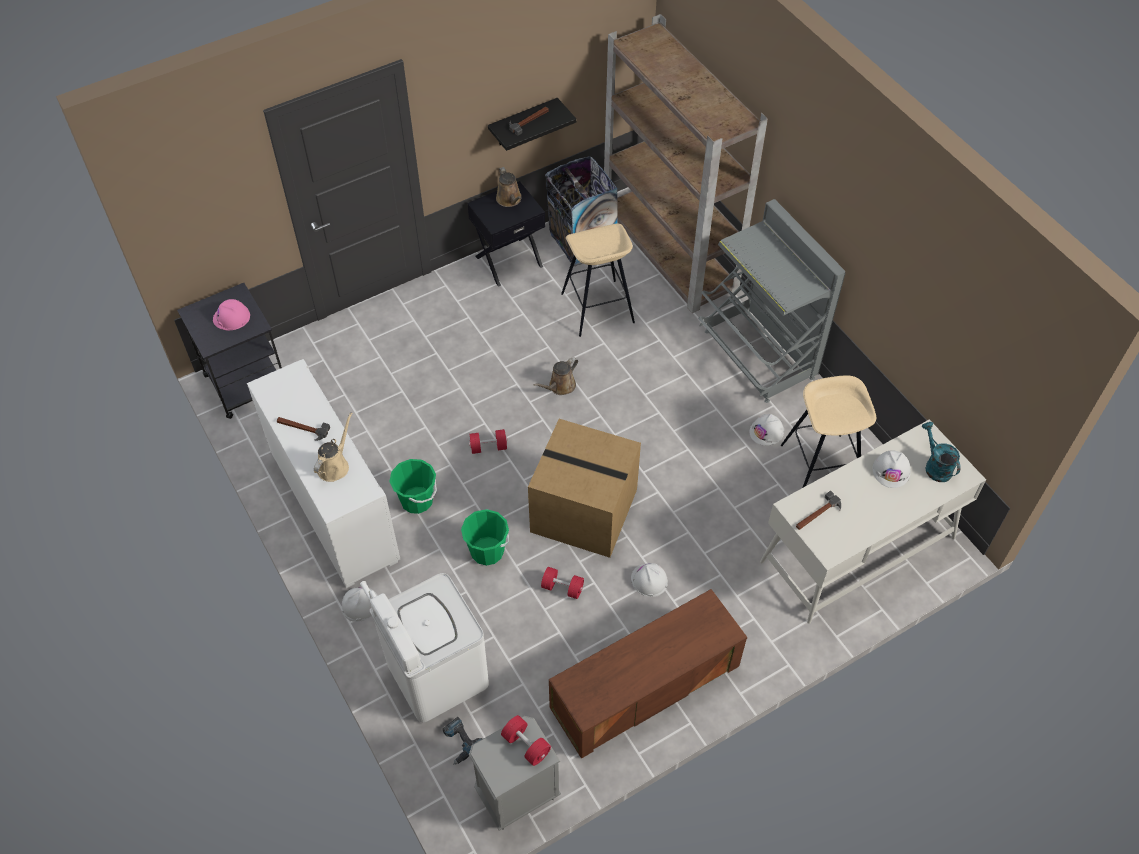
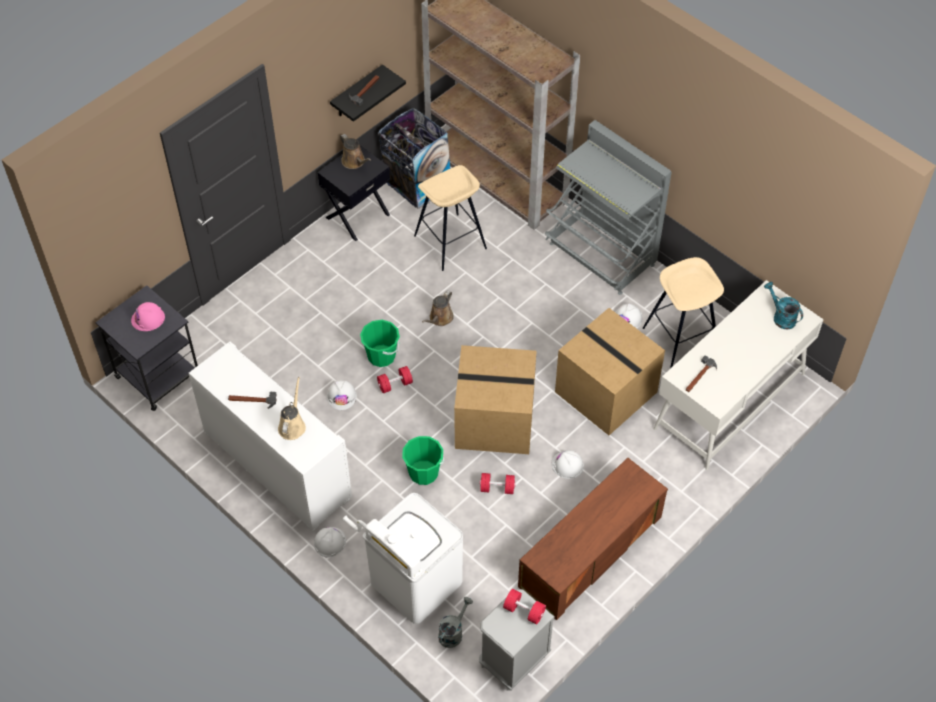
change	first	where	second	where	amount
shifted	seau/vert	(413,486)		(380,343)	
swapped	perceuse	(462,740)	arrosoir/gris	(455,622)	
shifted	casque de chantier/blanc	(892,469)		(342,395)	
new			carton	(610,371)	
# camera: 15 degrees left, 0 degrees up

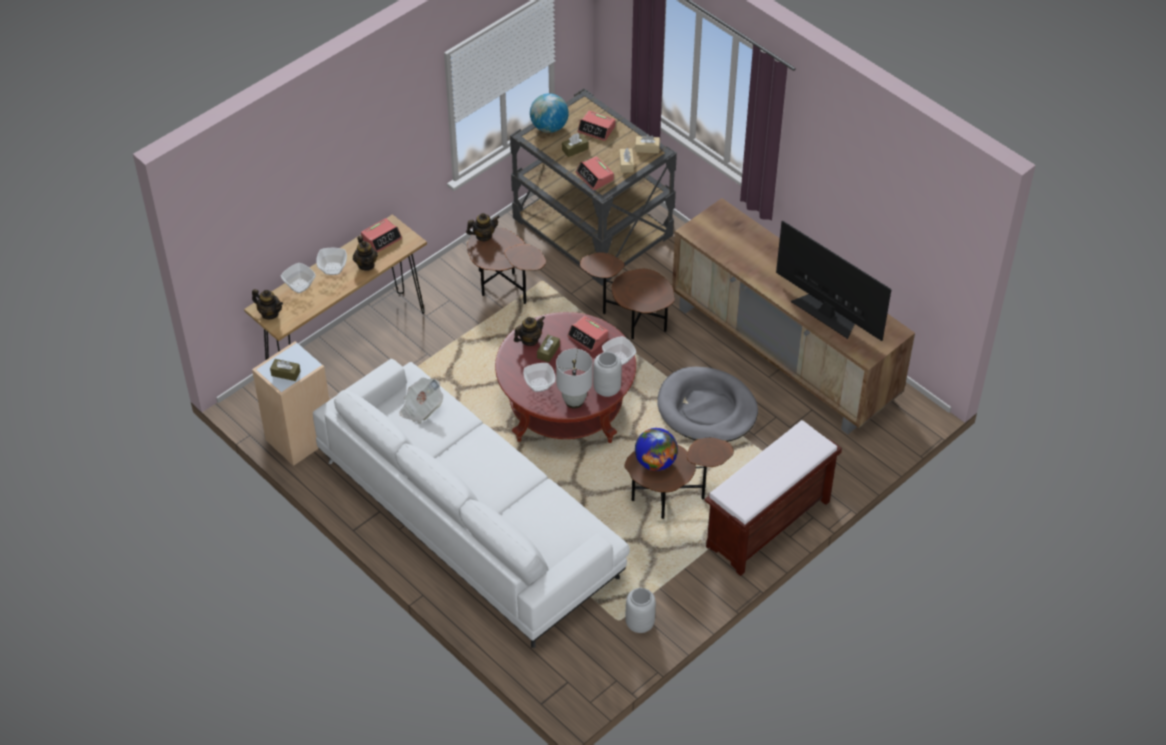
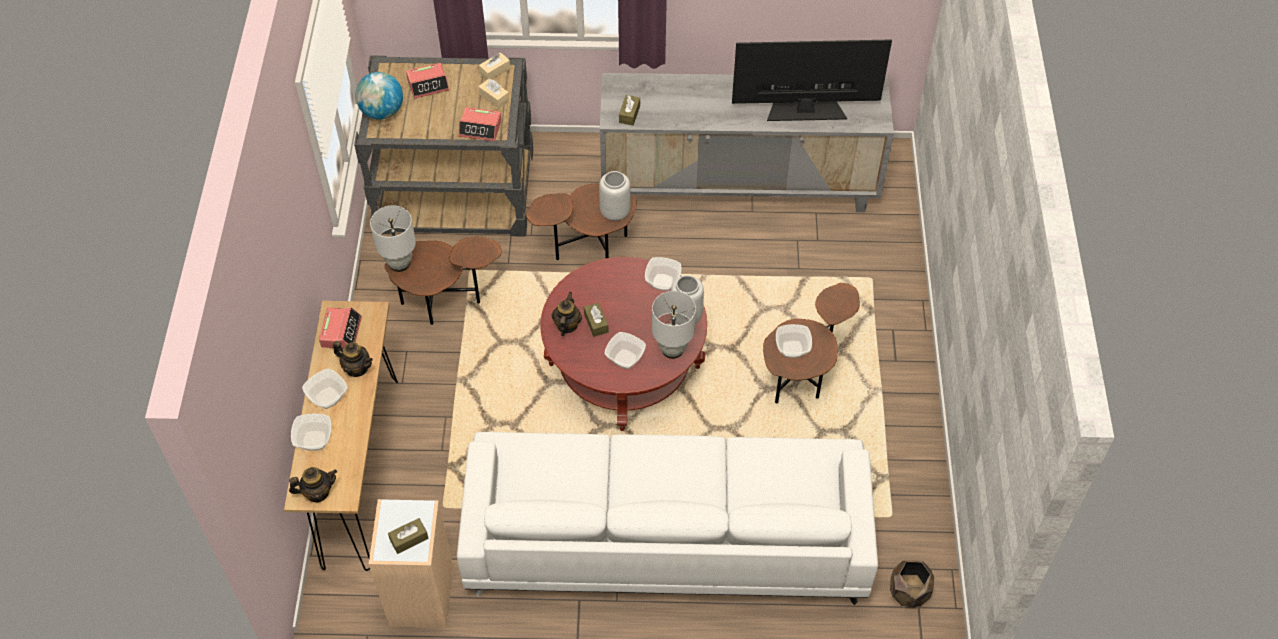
change	first	where	second	where	amount
gone	journal	(421,400)			
swapped	théière	(483,227)	lampe de table/blanc	(393,238)	
shifted	boîte à mouchoirs/marron	(575,145)		(629,110)	
gone	réveil	(588,334)			
shifted	vase/gris	(641,610)		(615,196)	
swapped	globe	(656,449)	bol	(794,341)	
gone	panier pour chien/gris	(707,404)			
repainted	meuble télé/marron	(793,316)	meuble télé/gris	(747,142)	
gone	banc/marron	(773,498)			
new			cache-pot/marron	(912,583)	
# camera: 45 degrees left, 5 degrees up

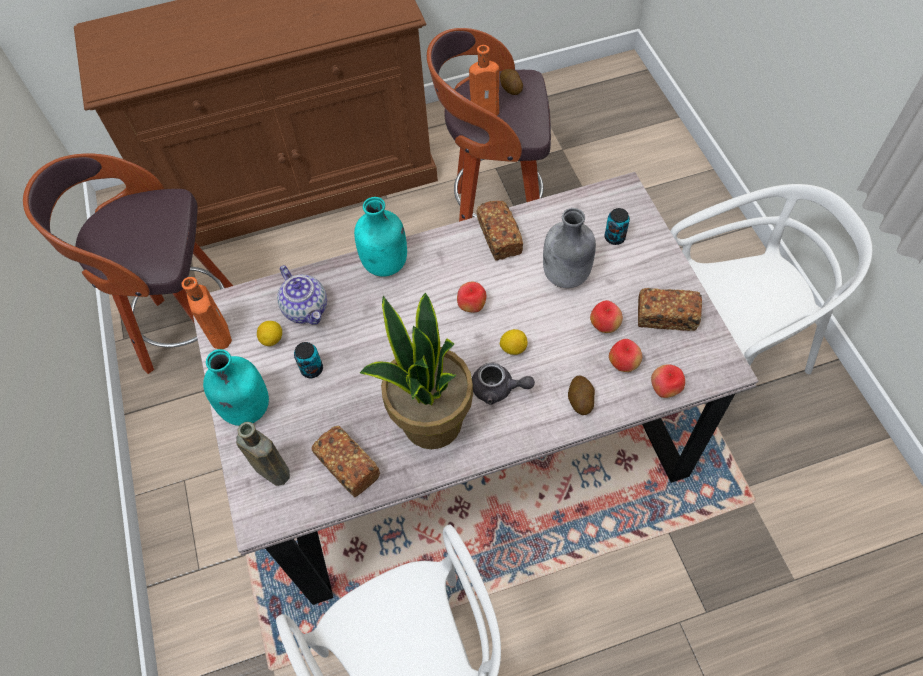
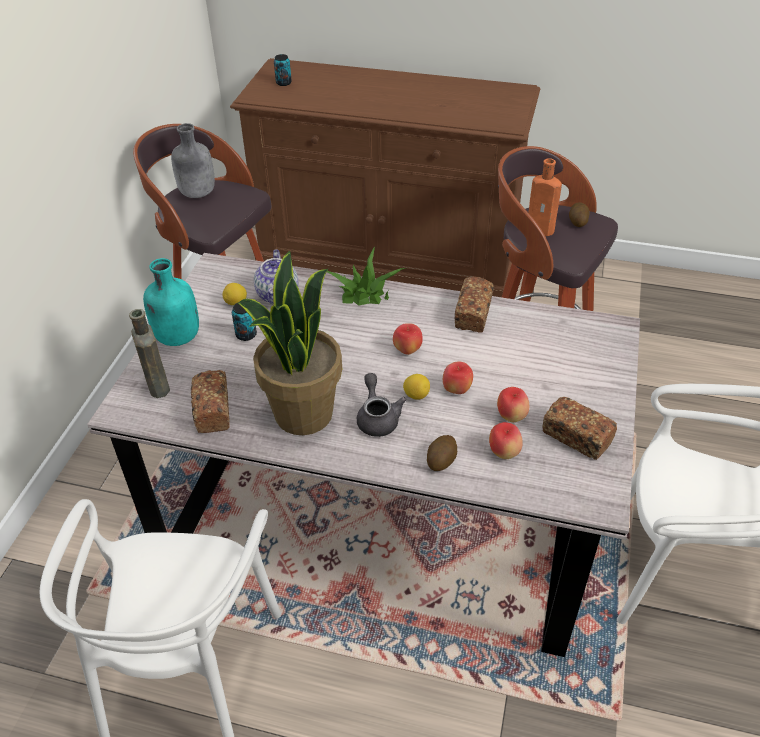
change	first	where	second	where	amount
gone	bouteille/orange	(207,313)			
swapped	bouteille/turquoise	(380,237)	plante en pot	(366,276)	
rotated	théière/gris	(503,383)		(382,405)	150 degrees counterclockwise
shifted	bouteille/gris	(569,248)		(193,160)	
shifted	boîte métallique	(617,226)		(283,70)	
shifted	pomme	(668,381)		(458,378)	
# camera: 30 degrees right, 15 degrees down

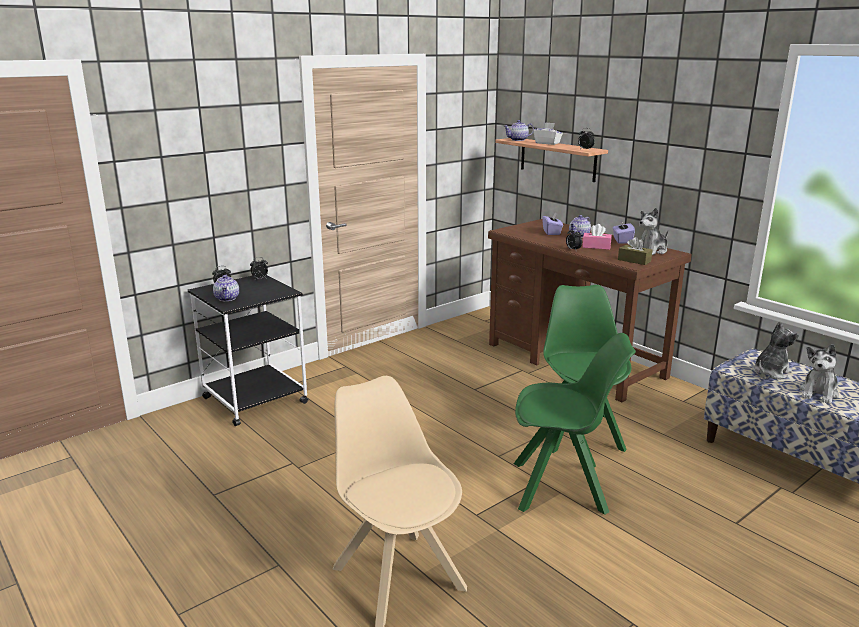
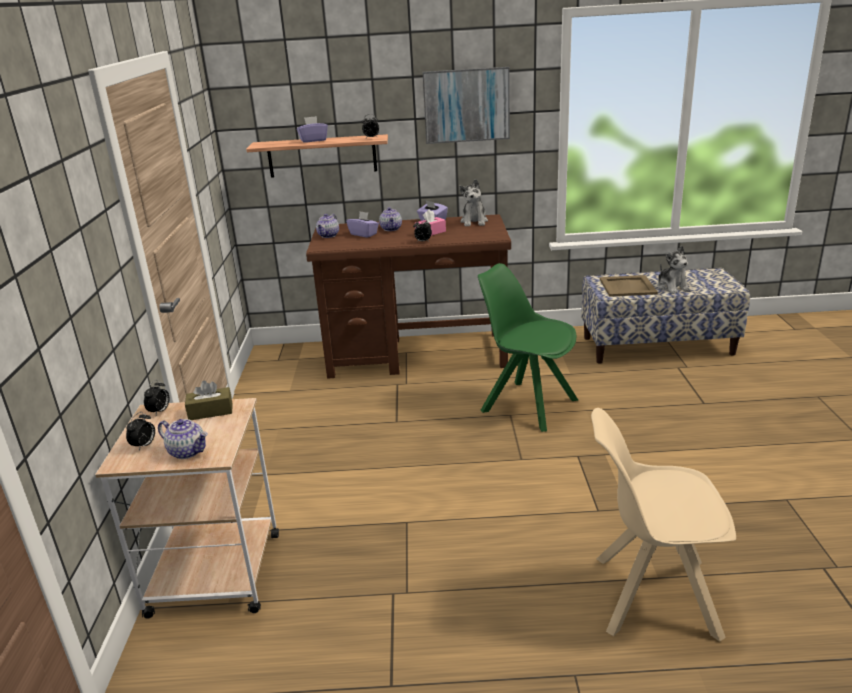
change	first	where	second	where	amount
repainted	chariot/noir	(248,350)	chariot/beige	(187,508)	
shifted	théière	(519,130)		(327,226)	
gone	chaise/vert	(575,424)			
repainted	boîte à mouchoirs/blanc	(548,133)	boîte à mouchoirs/violet	(312,129)	
shifted	boîte à mouchoirs/marron	(635,251)		(208,400)	
swapped	peluche	(776,350)	plateau/beige	(629,286)	
new			tableau	(466,105)	
# camera: 50 degrees left, 5 degrees up

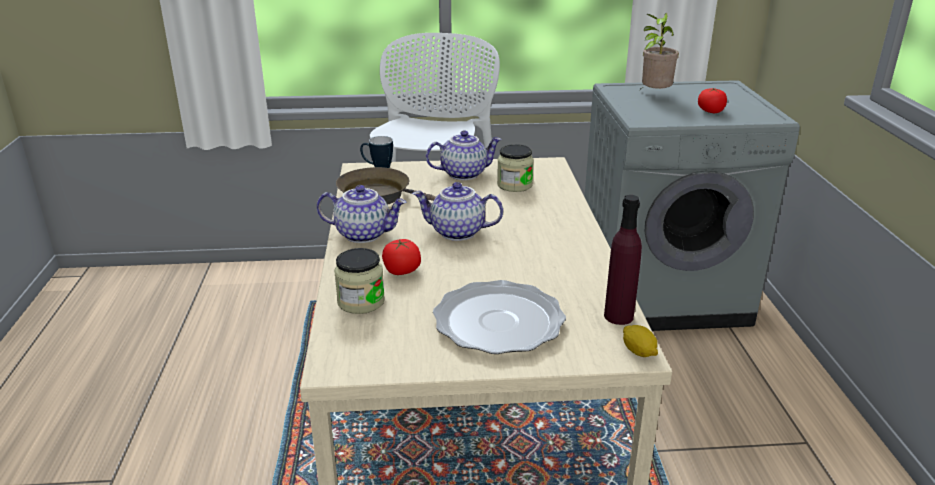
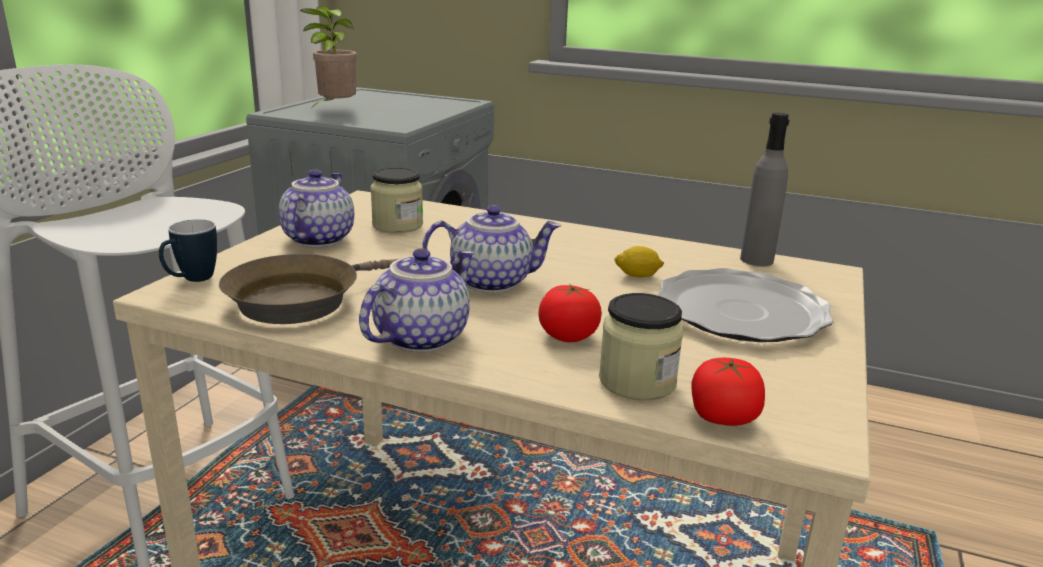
change	first	where	second	where	amount
rotated	théière	(457,211)		(492,249)	135 degrees counterclockwise
repainted	bouteille/violet	(623,260)	bouteille/gris	(764,189)	
shifted	citron	(640,341)		(639,261)	
shifted	tomate	(712,100)		(728,392)	
# camera: 65 degrees left, 5 degrees down

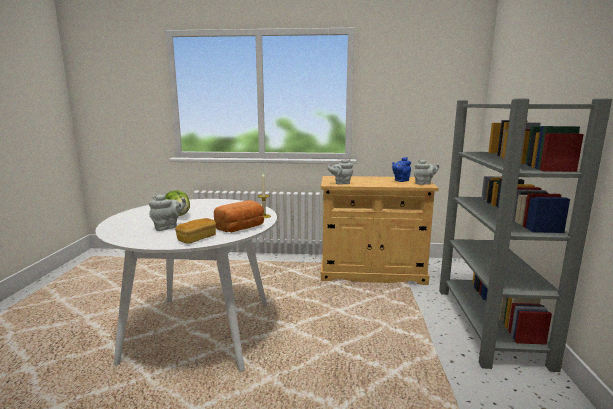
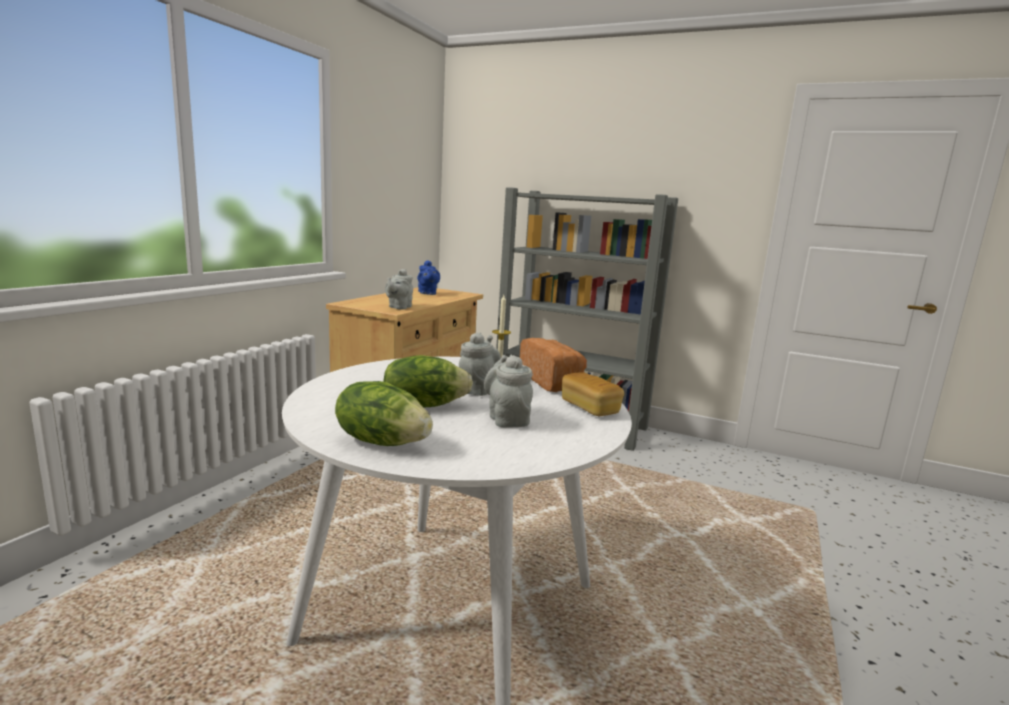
change	first	where	second	where	amount
shifted	théière/gris	(426,172)		(480,364)	
new			laitue	(384,413)	
# camera: 70 degrees left, 0 degrees up

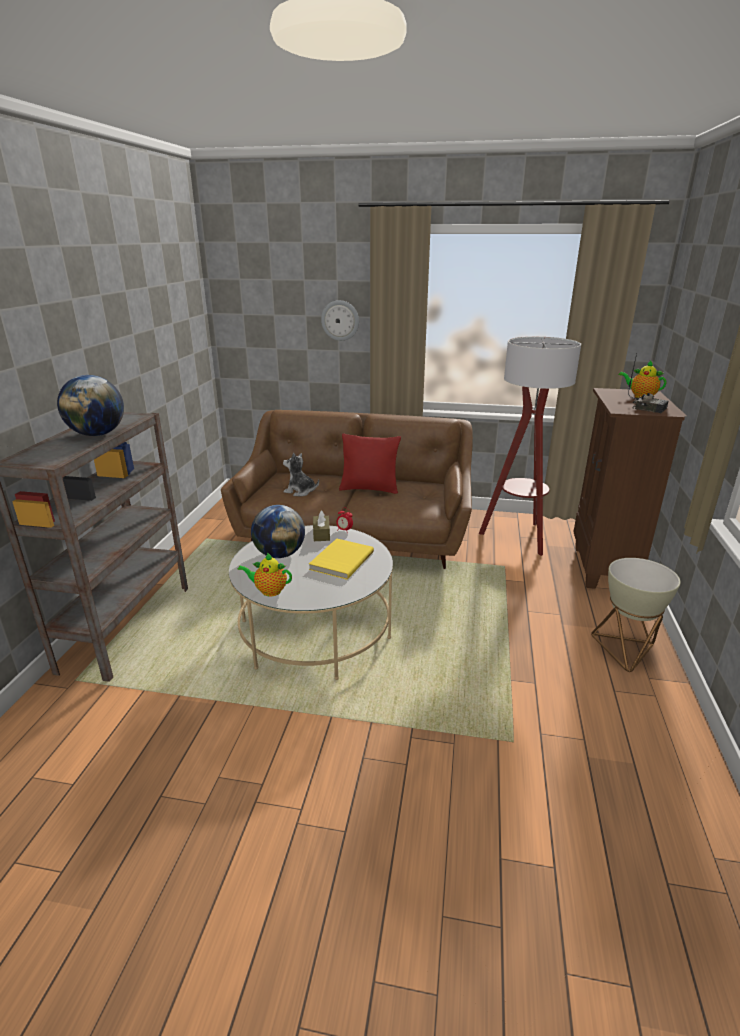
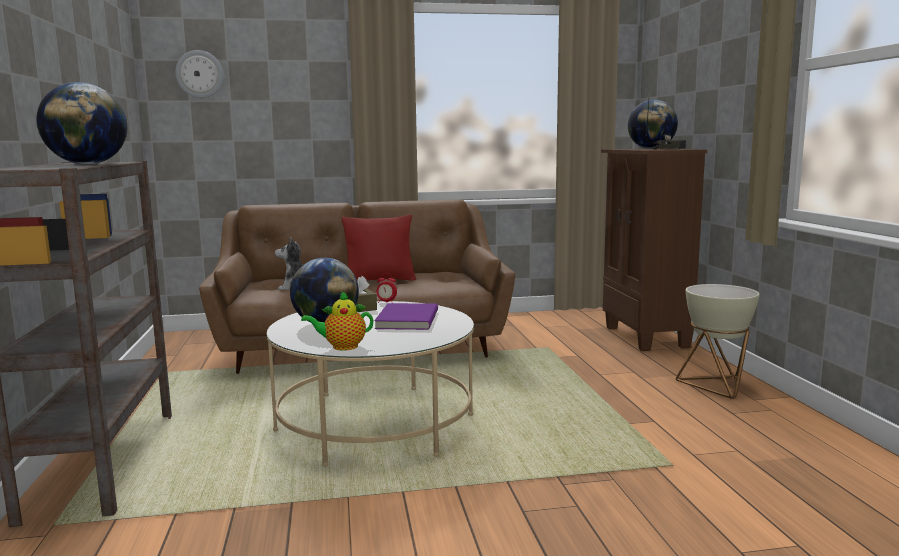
change	first	where	second	where	amount
repainted	livre/jaune	(341,559)	livre/violet	(406,316)	
shifted	horloge murale	(340,320)		(199,74)	
gone	lampadaire	(530,446)			
swapped	théière	(642,379)	globe	(653,124)	
# camera: 20 degrees left, 15 degrees down

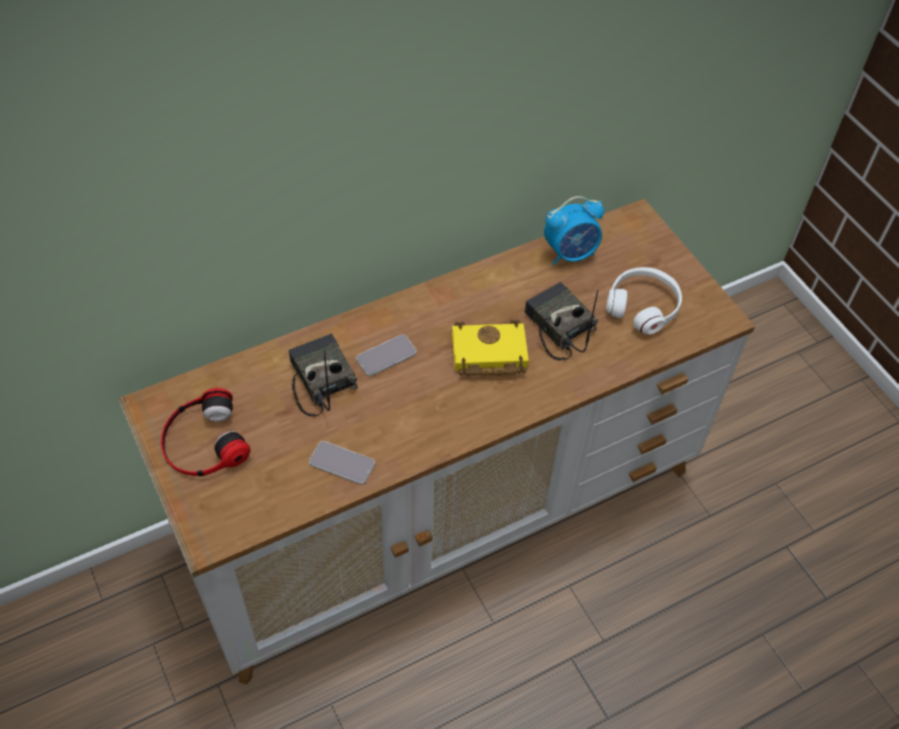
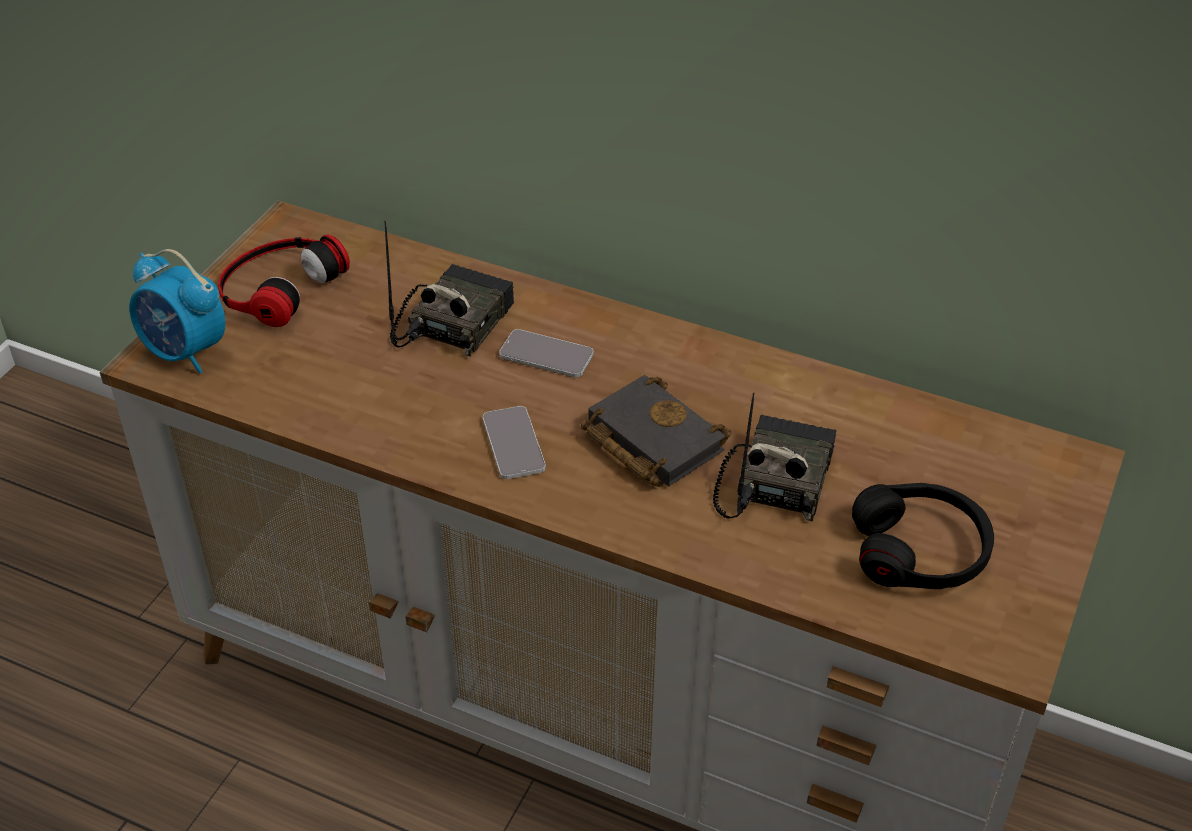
change	first	where	second	where	amount
shifted	téléphone	(342,463)		(514,442)	
repainted	livre/jaune	(490,348)	livre/noir	(656,431)	
shifted	réveil	(574,231)		(177,311)	
repainted	casque audio/blanc	(644,300)	casque audio/noir	(923,536)	
# camera: 55 degrees right, 10 degrees down

